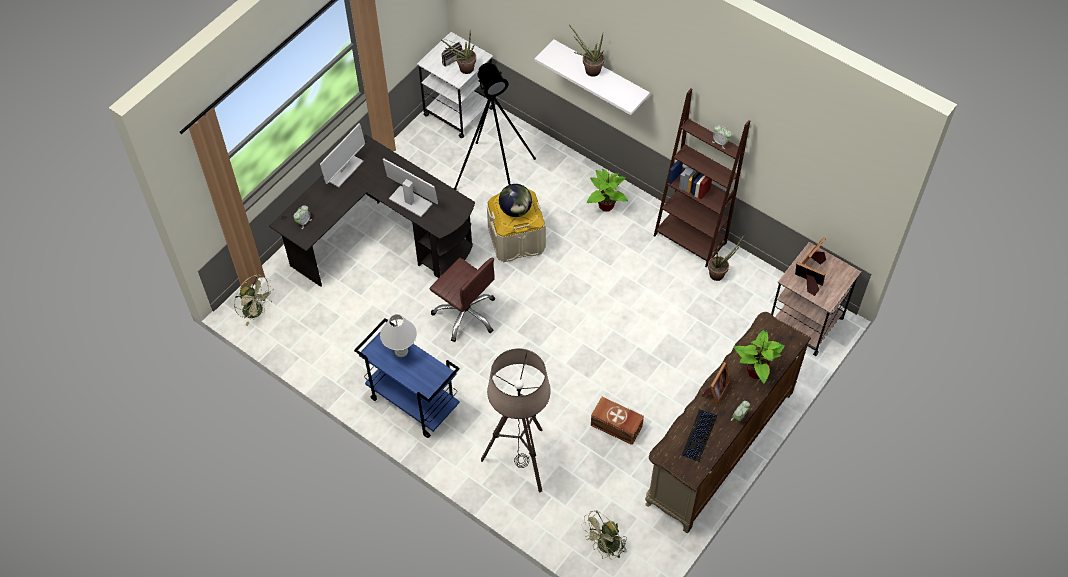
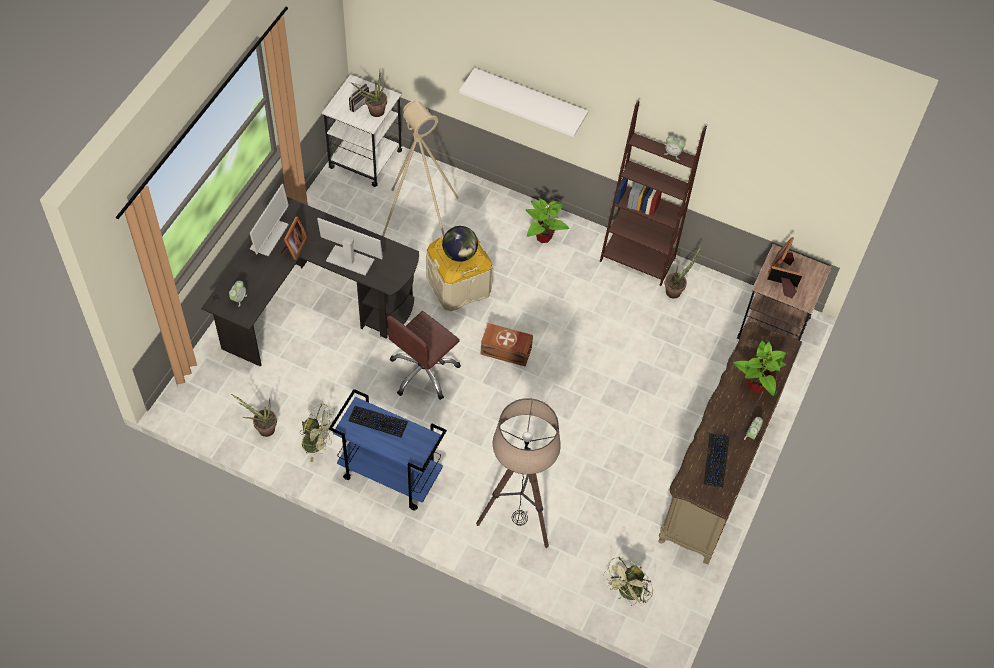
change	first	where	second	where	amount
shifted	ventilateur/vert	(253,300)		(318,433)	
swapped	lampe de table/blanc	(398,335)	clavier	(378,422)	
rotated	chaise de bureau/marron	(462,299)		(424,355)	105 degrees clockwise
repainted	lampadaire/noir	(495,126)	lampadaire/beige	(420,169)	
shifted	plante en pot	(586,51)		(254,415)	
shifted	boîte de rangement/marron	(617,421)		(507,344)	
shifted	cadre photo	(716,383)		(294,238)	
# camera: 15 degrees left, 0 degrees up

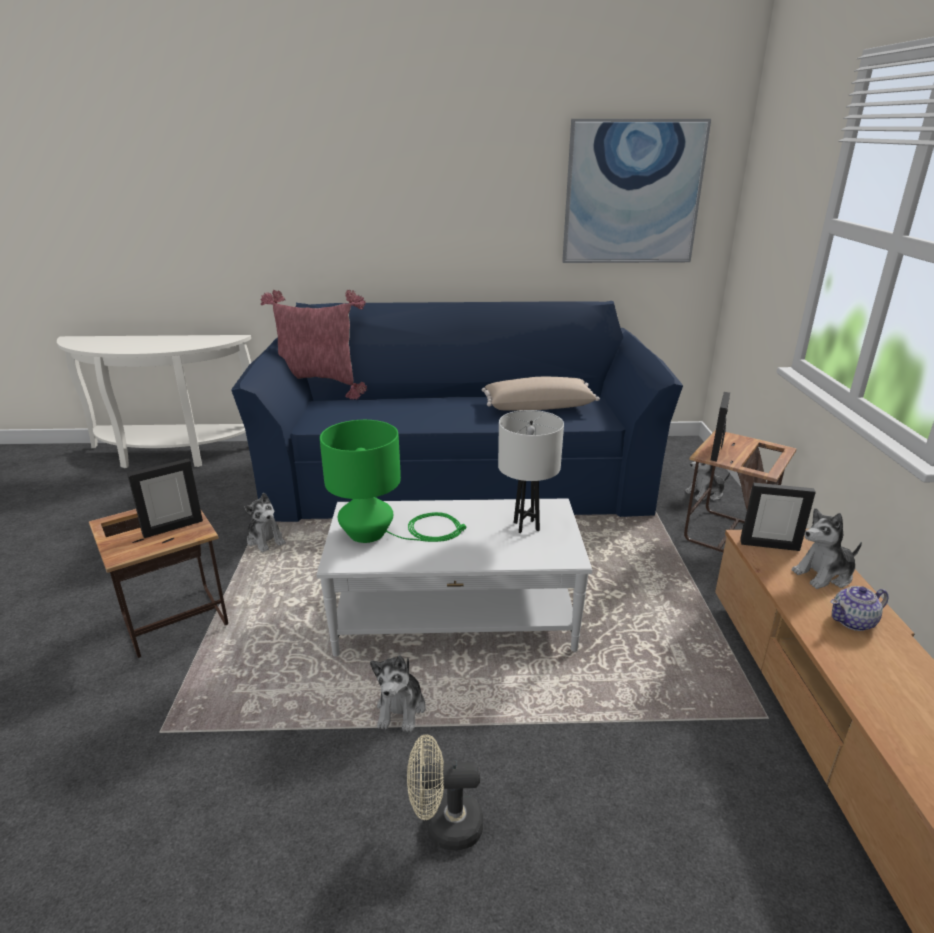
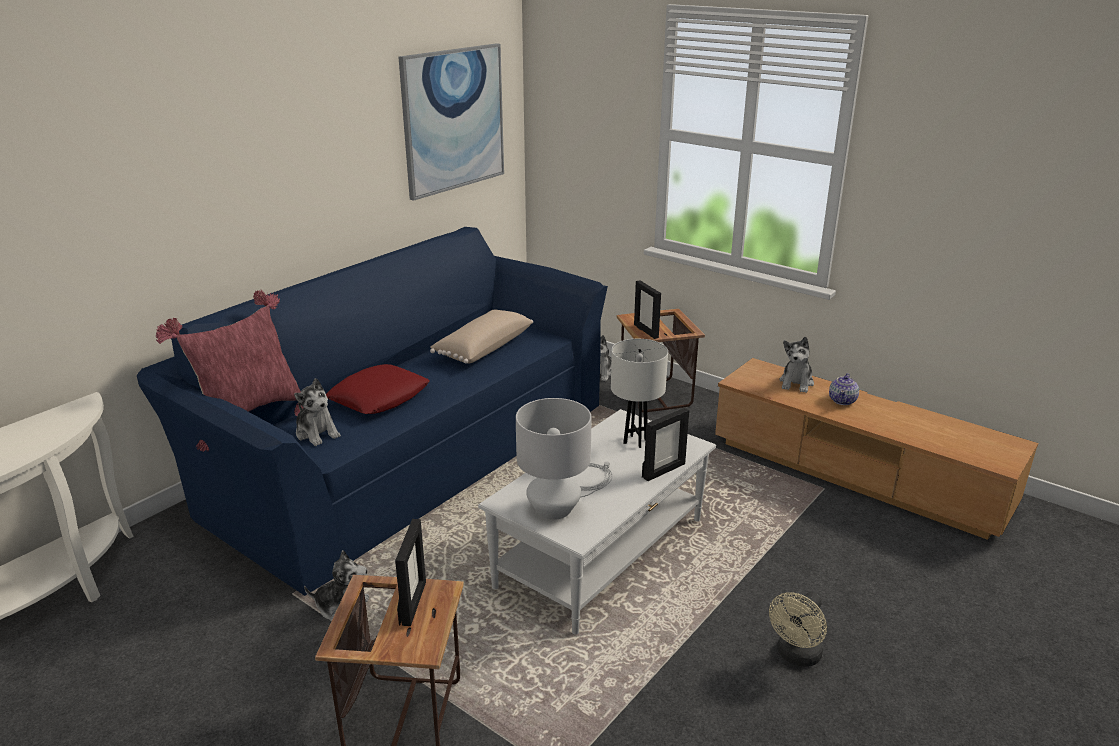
change	first	where	second	where	amount
repainted	lampe de table/vert	(393,481)	lampe de table/blanc	(564,459)	
shifted	peluche	(398,693)		(317,412)	
shifted	cadre photo	(778,517)		(665,444)	
new			coussin/rouge	(378,389)	
# camera: 50 degrees left, 0 degrees up

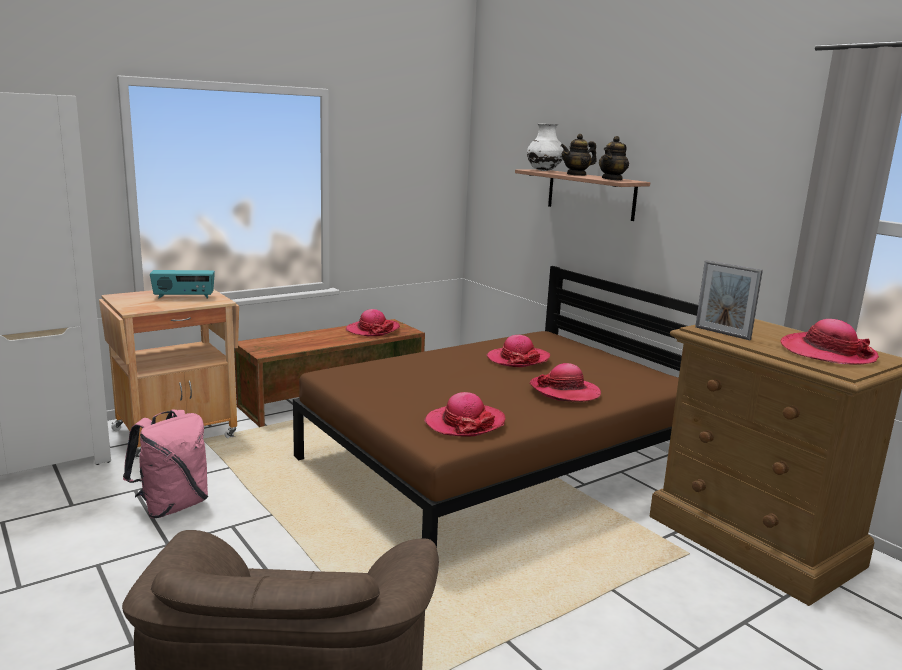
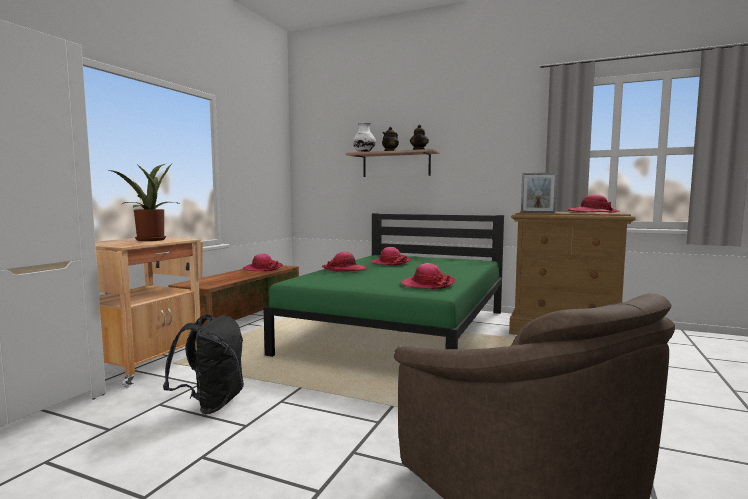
change	first	where	second	where	amount
repainted	sac à dos/rose	(165,463)	sac à dos/noir	(203,364)	
swapped	radio	(182,284)	plante en pot	(144,202)	
repainted	lit/marron	(495,407)	lit/vert	(383,285)	
shifted	chapeau	(565,382)		(344,262)	
# camera: 30 degrees left, 10 degrees down

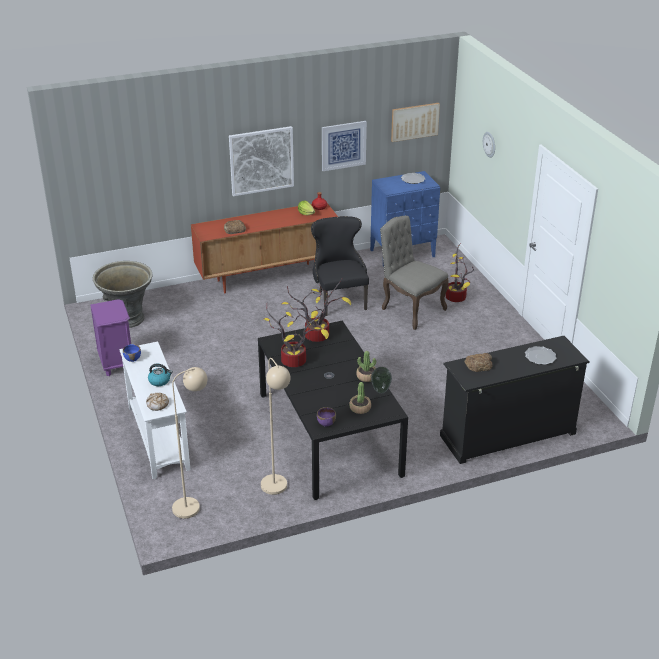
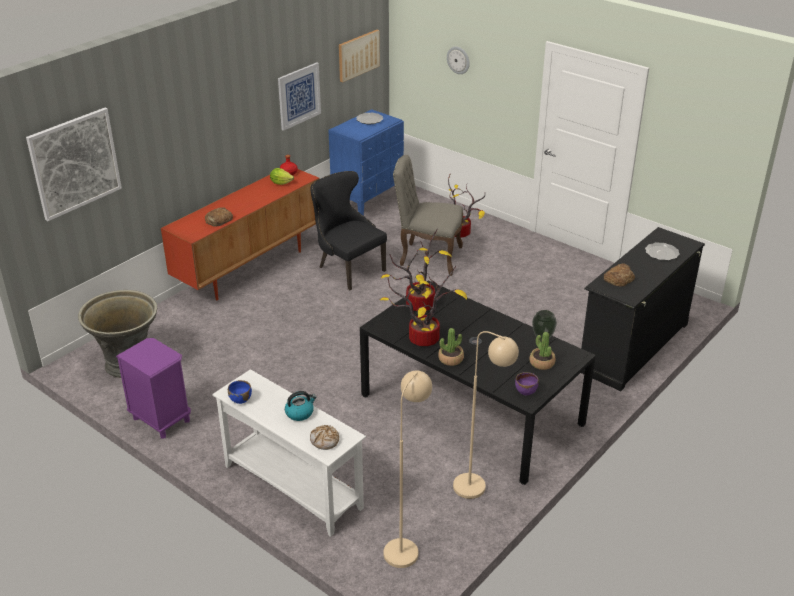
change	first	where	second	where	amount
shifted	tableau	(261,161)		(74,164)	
shifted	plante en pot	(366,366)		(451,347)	
# camera: 30 degrees left, 0 degrees up

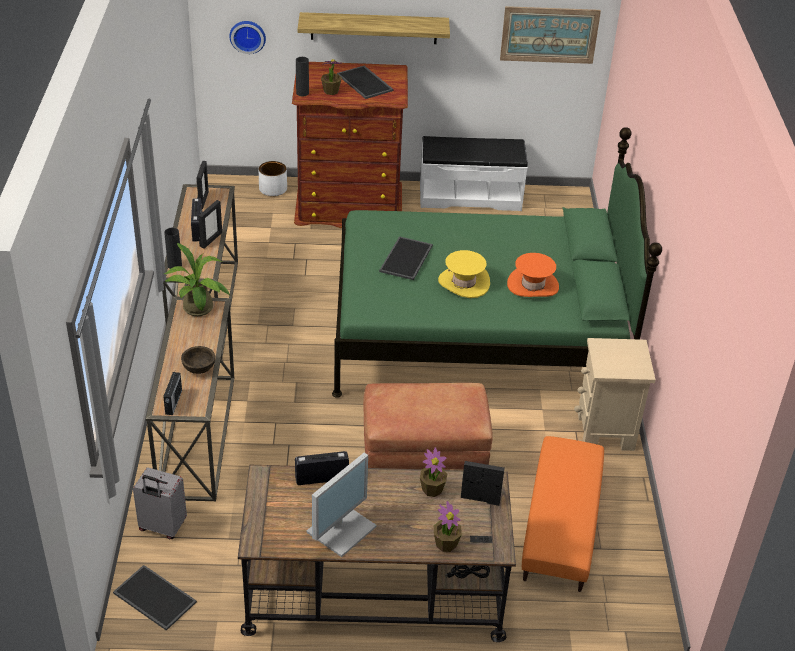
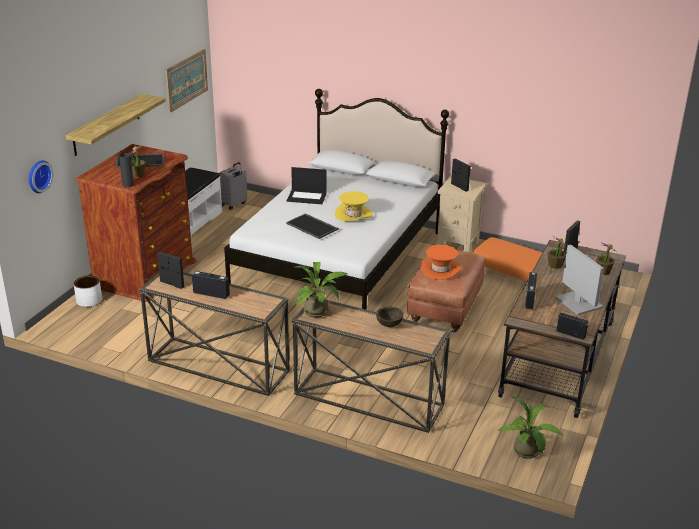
change	first	where	second	where	amount
swapped	plateau	(155,598)	plante en pot	(531,427)	
shifted	valise/gris	(160,503)		(233,186)	
shifted	radio	(172,393)		(572,326)	
gone	vase/noir	(173,248)			
shifted	cadre photo	(210,224)		(461,175)	
repainted	lit/vert	(497,262)	lit/blanc	(336,199)	
shifted	chapeau/orange	(533,275)		(441,262)	
new			ordinateur portable	(307,185)	
# camera: 65 degrees left, 10 degrees down

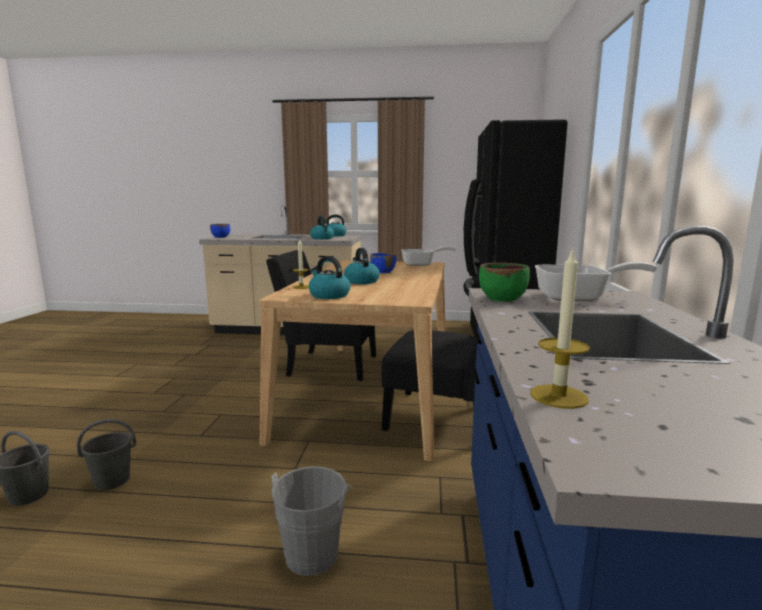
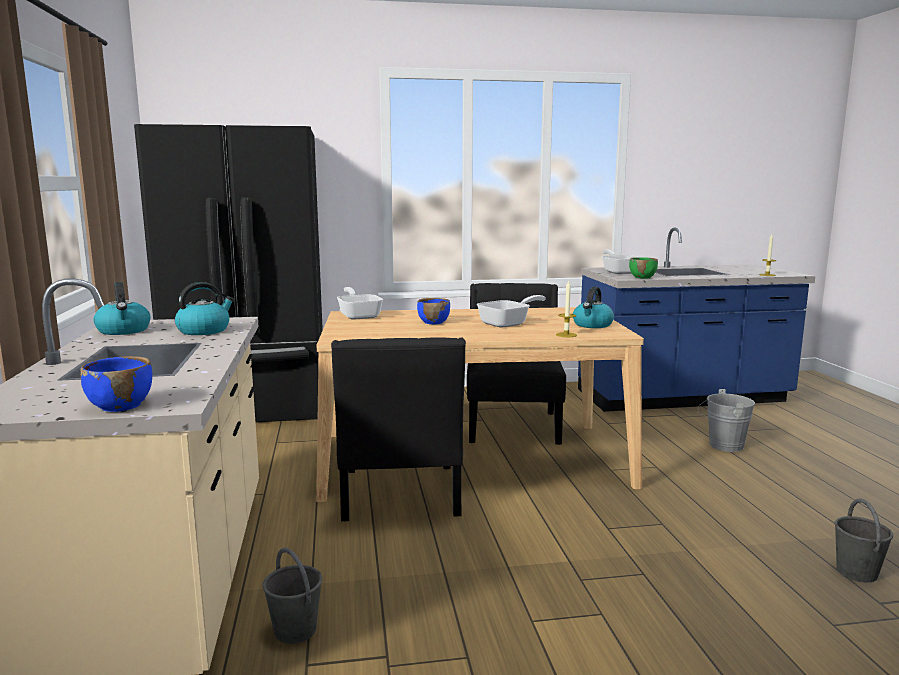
change	first	where	second	where	amount
shifted	seau/gris	(106,454)		(292,596)	
swapped	bouilloire	(362,266)	poêle	(511,311)	
# camera: 105 degrees left, 0 degrees up

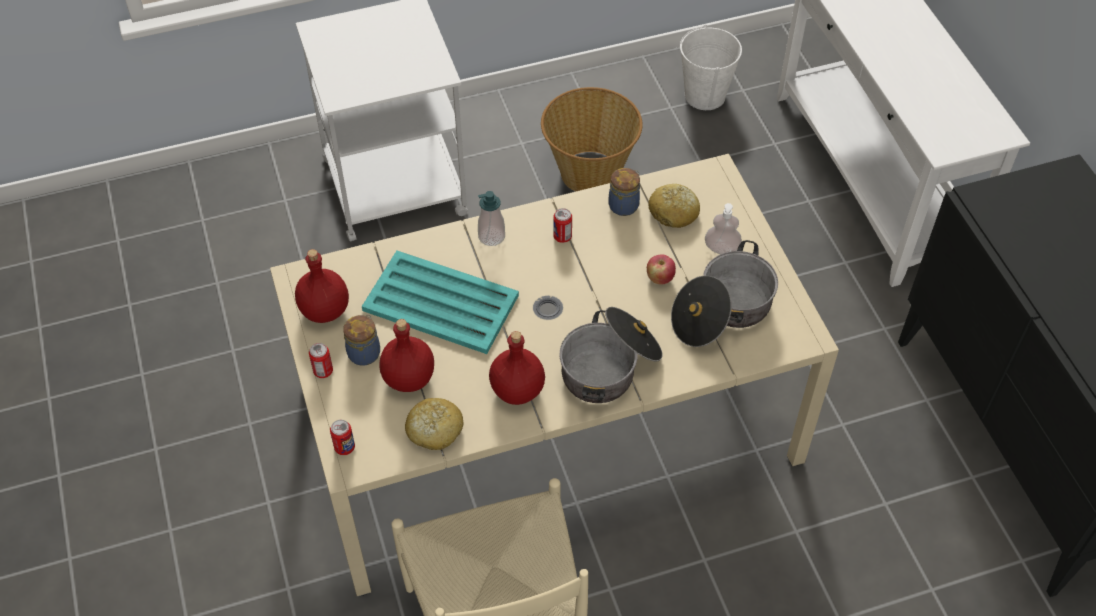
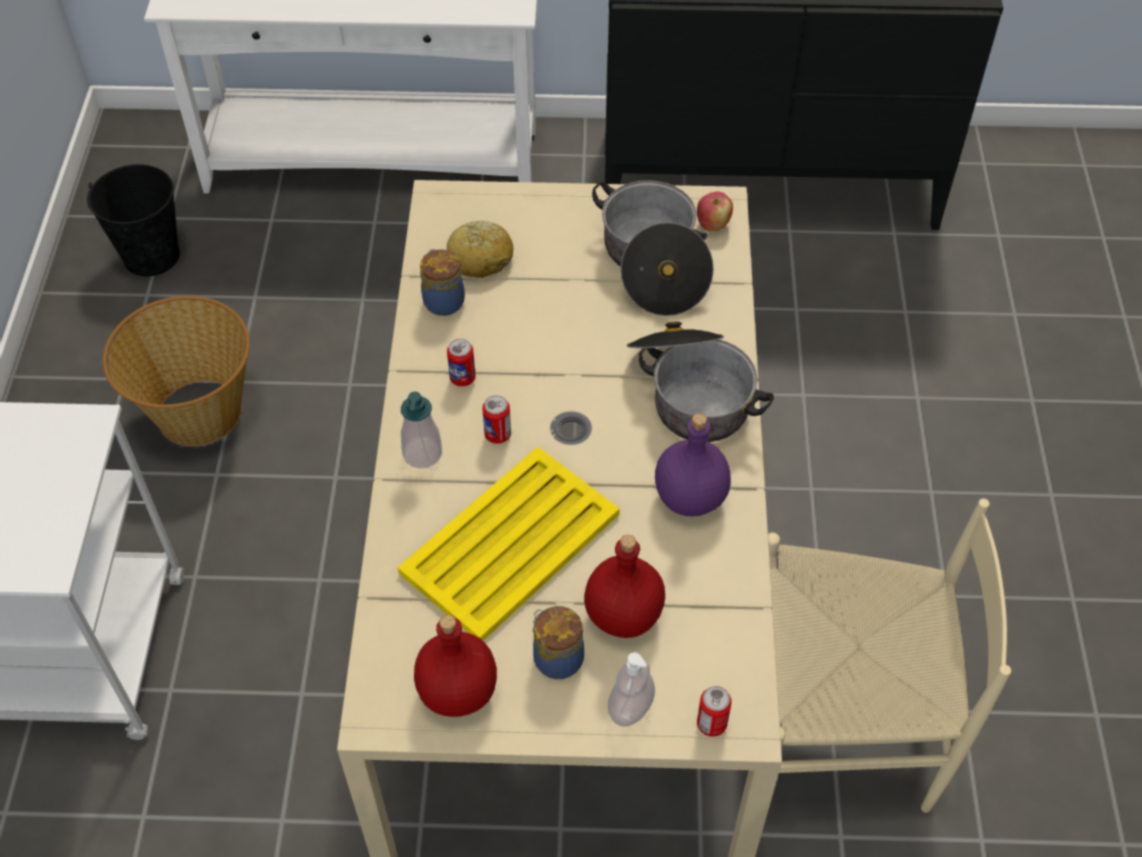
change	first	where	second	where	amount
shifted	boîte métallique	(321,360)		(496,419)	
repainted	plateau/turquoise	(440,302)	plateau/jaune	(509,544)	
gone	pain	(434,424)			
repainted	bouteille/rouge	(517,368)	bouteille/violet	(693,464)	
shifted	pomme	(661,269)		(715,211)	
repainted	seau/blanc	(711,67)	seau/noir	(133,220)	
shifted	distributeur de savon	(723,228)		(631,689)	
# camera: 70 degrees left, 0 degrees up

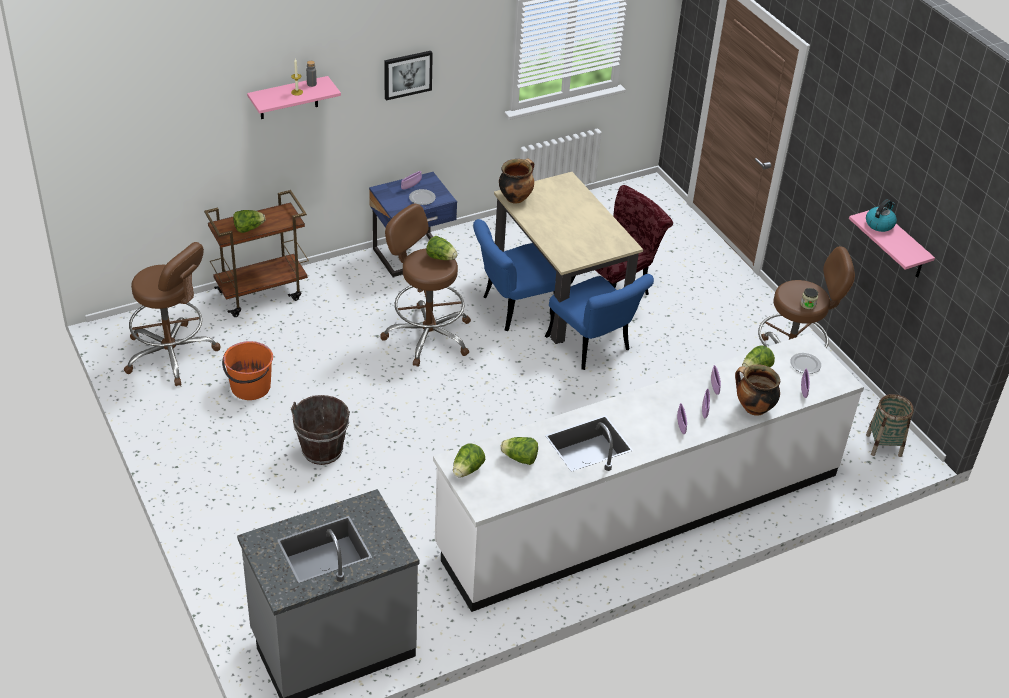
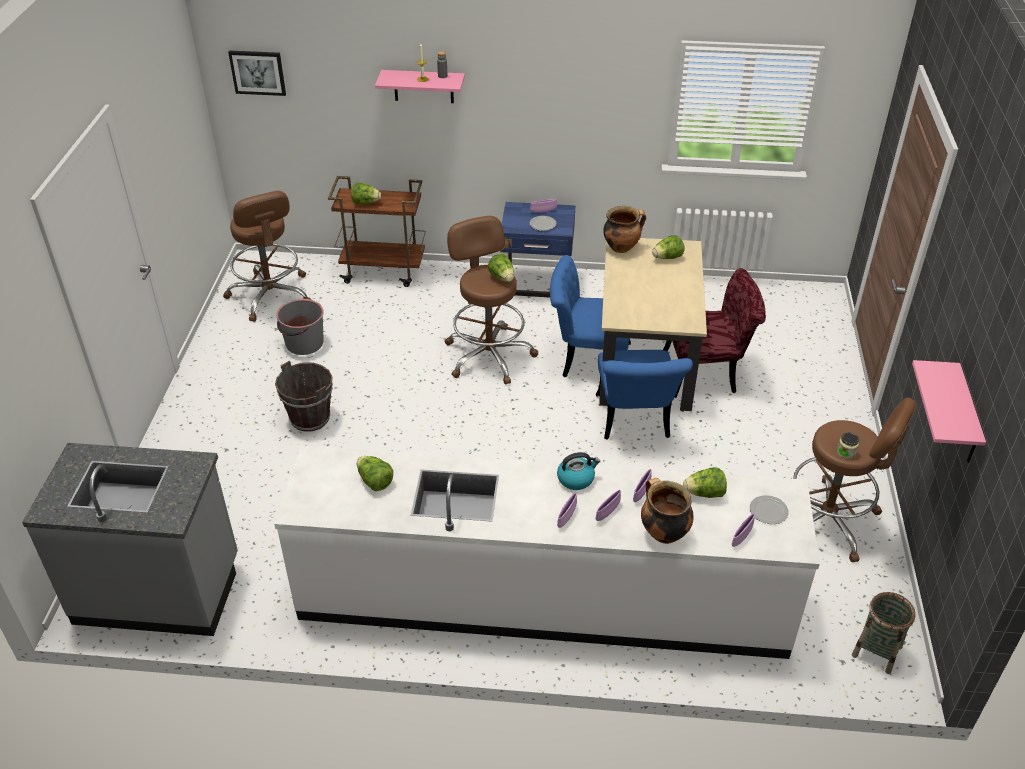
change	first	where	second	where	amount
repainted	seau/orange	(247,370)	seau/gris	(300,327)	
shifted	tableau	(408,76)		(257,73)	
shifted	laitue	(469,460)		(668,247)	
shifted	bouilloire	(881,215)		(578,471)	
# camera: 35 degrees right, 0 degrees up

